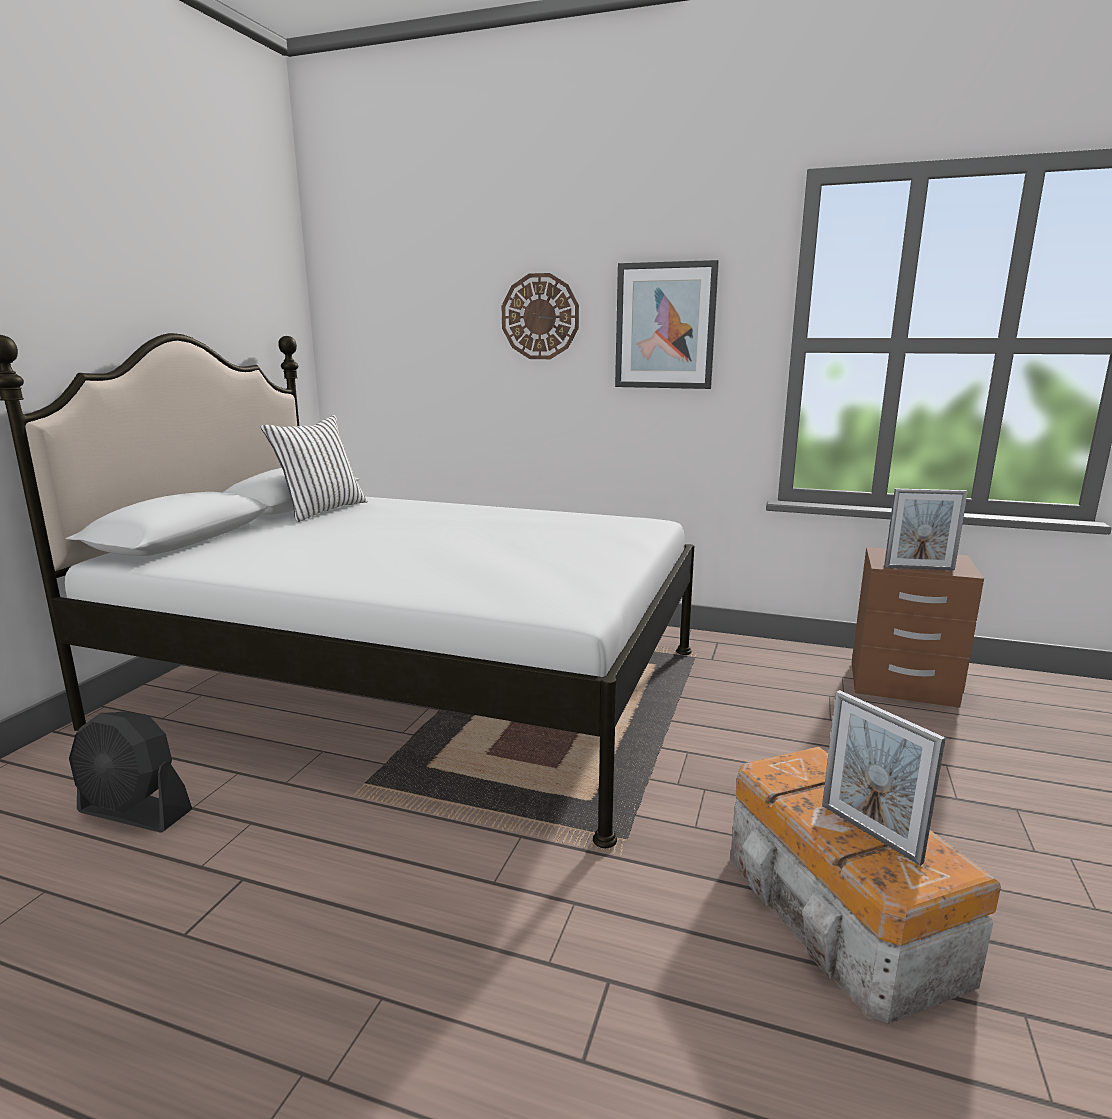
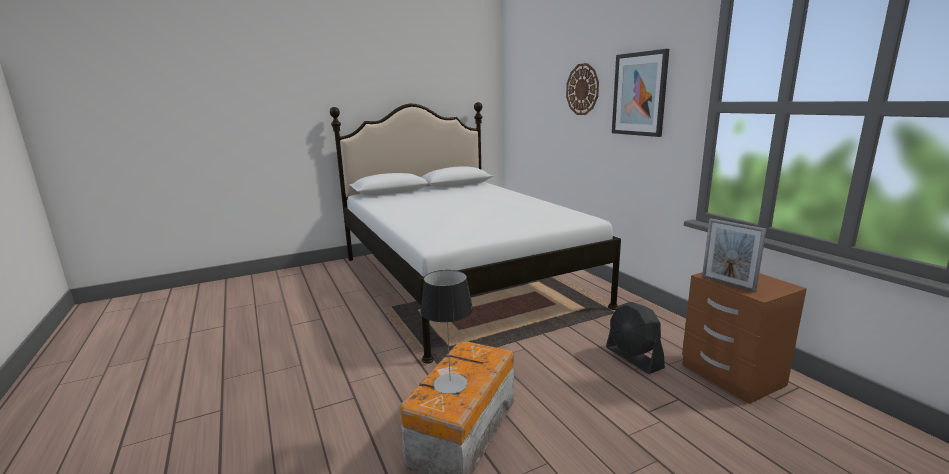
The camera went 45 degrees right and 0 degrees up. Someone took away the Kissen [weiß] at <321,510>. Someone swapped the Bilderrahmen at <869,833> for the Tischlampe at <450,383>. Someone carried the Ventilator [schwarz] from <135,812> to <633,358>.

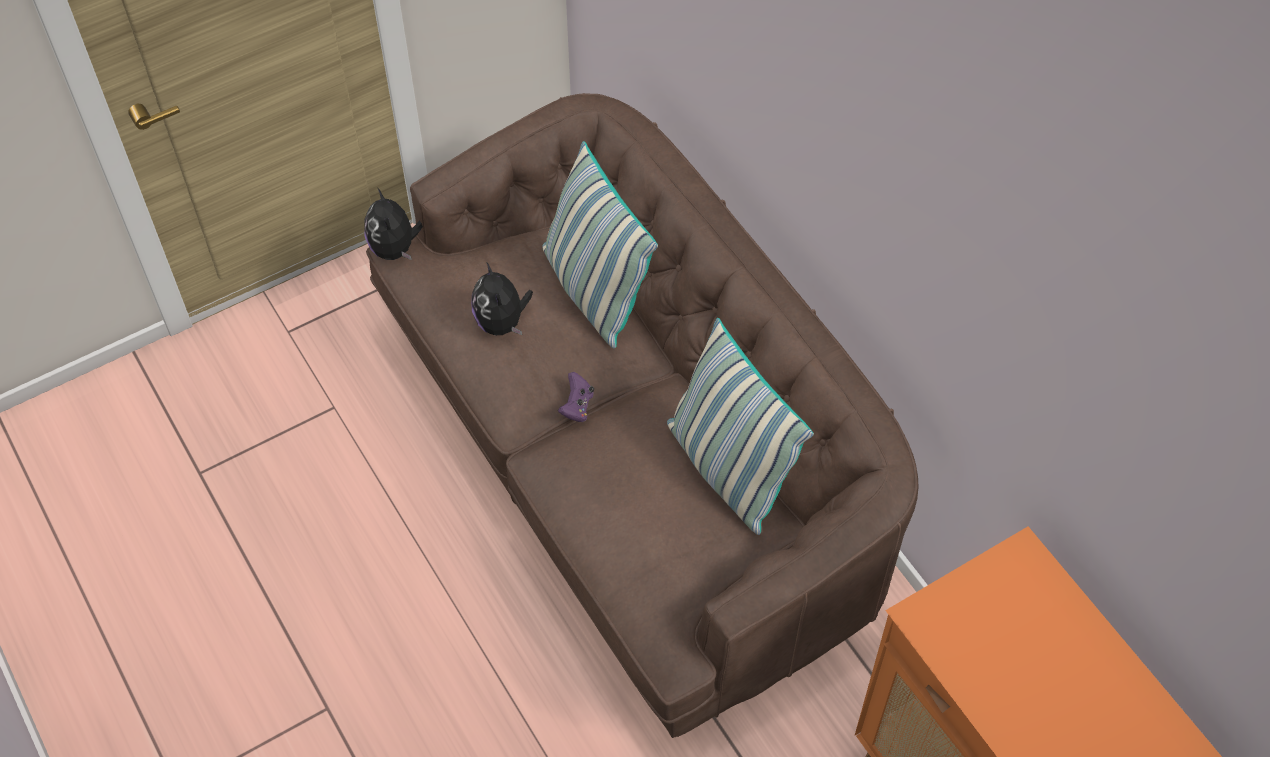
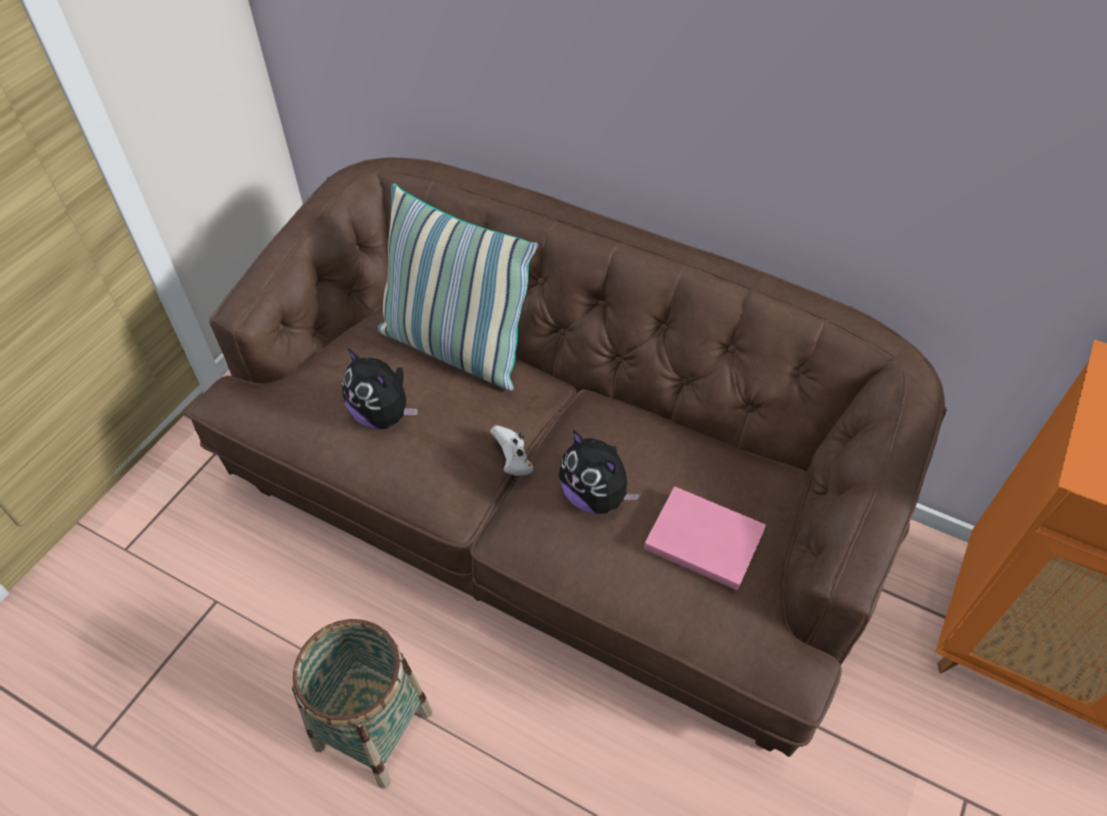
The camera went 30 degrees left and 5 degrees down. Someone carried the Plüschtier from <395,248> to <595,496>. Someone took away the Kissen at <728,469>. Someone repainted the Gamepad [lila] at <577,406>, which became the Gamepad [weiß] at <513,461>. Someone put down the Buch [rosa] at <702,537>. Someone put down the Korb at <373,728>.

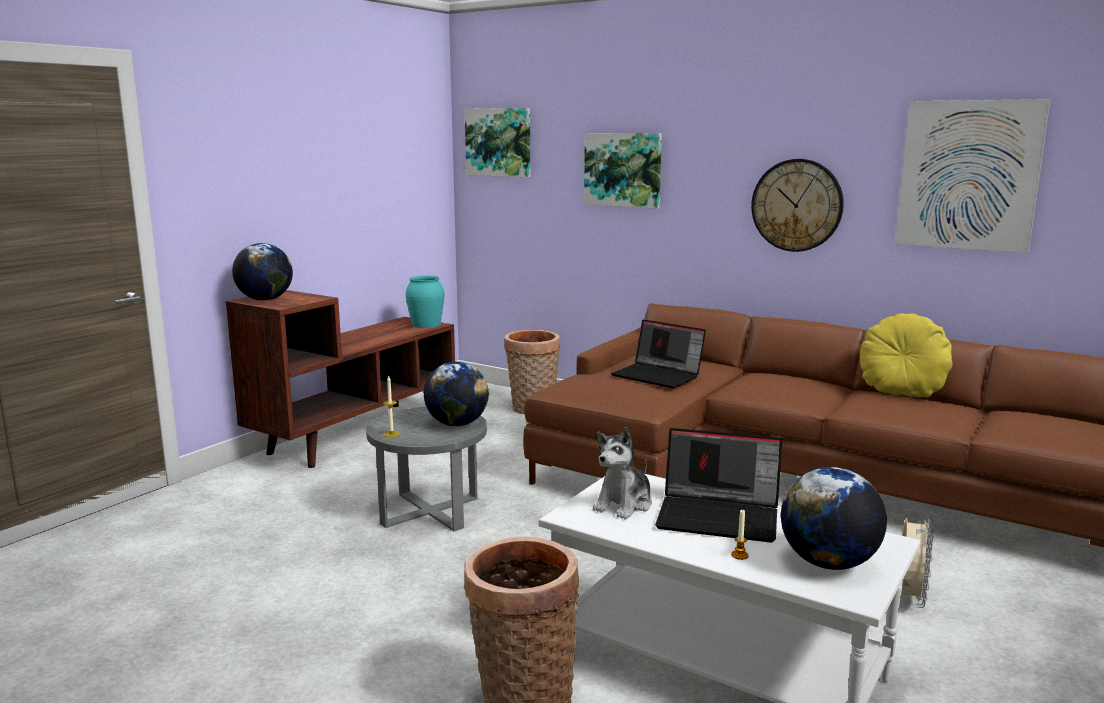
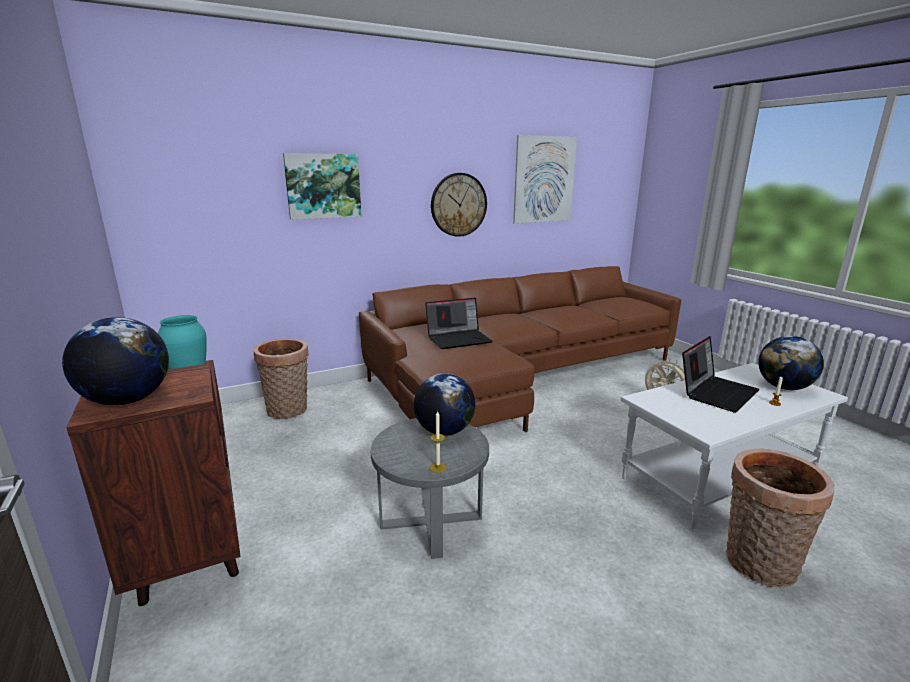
The camera went 60 degrees left and 5 degrees up. Someone took away the Bild at <499,142>. Someone took away the Kissen [gelb] at <901,393>. Someone took away the Plüschtier at <624,504>.

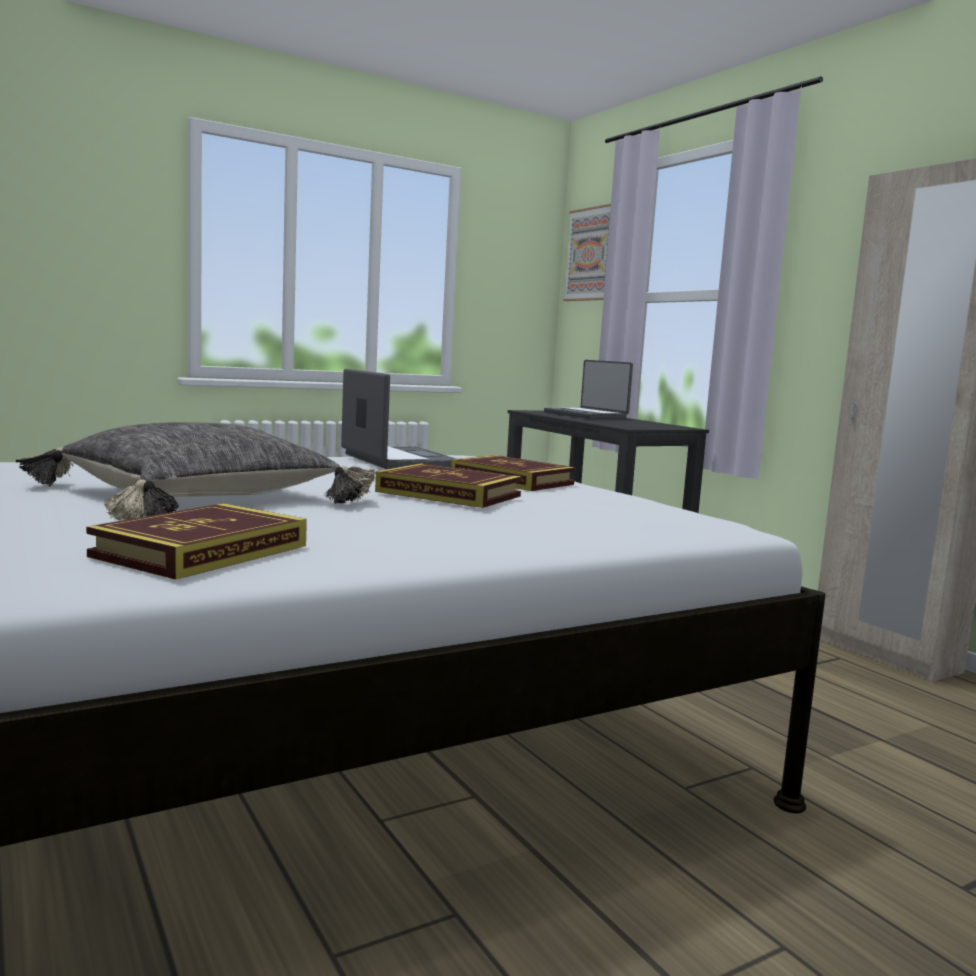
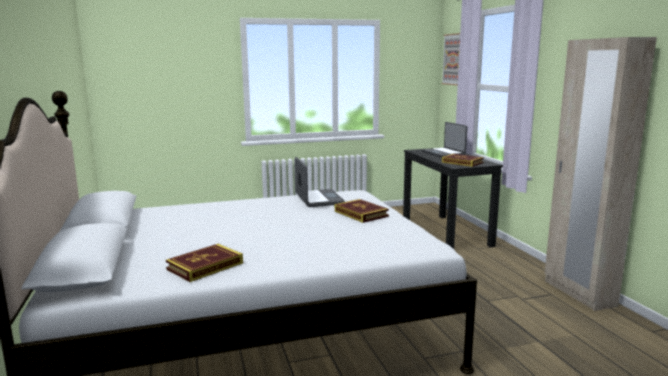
The camera went 15 degrees right and 5 degrees up. Someone took away the Kissen at <200,495>. Someone carried the Buch from <448,494> to <462,162>.

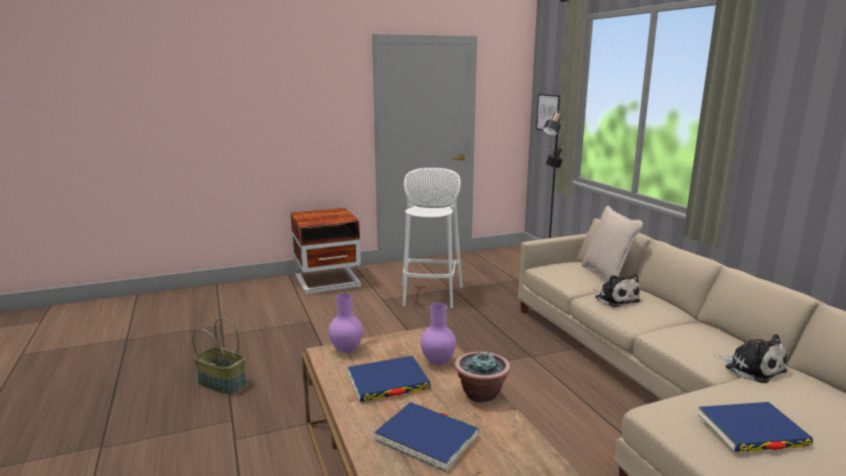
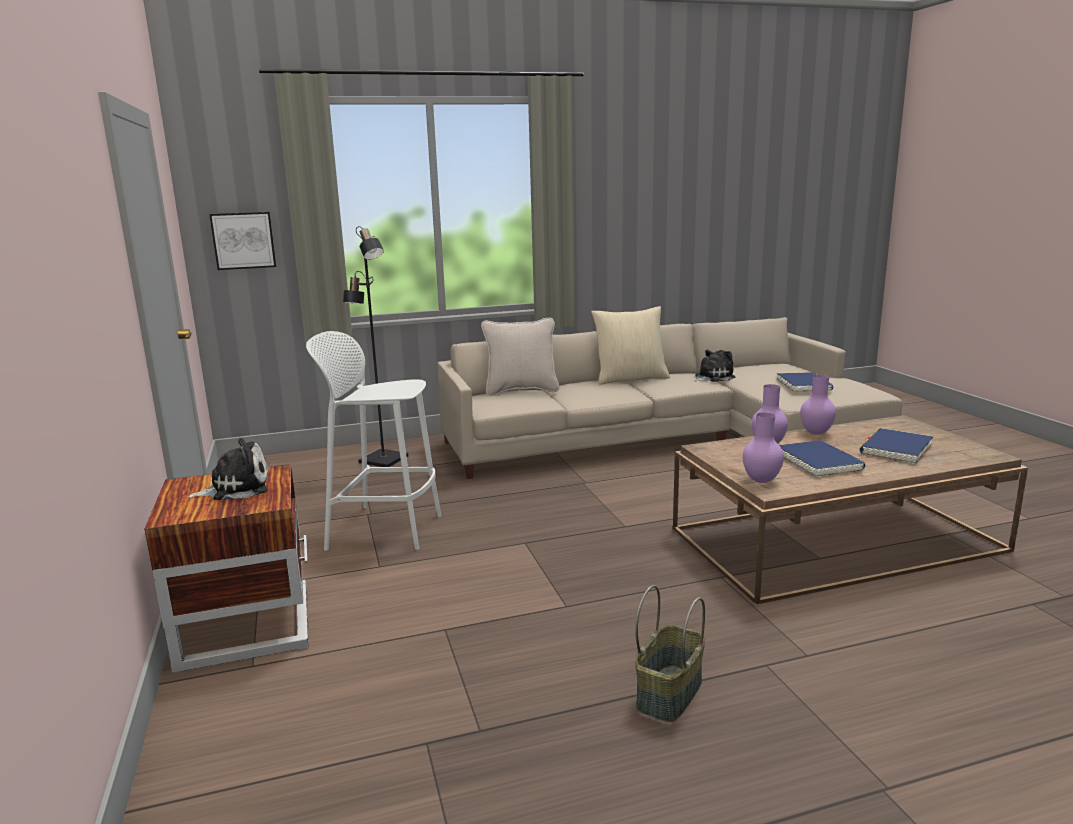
The camera went 85 degrees left and 0 degrees up. Someone carried the Plüschtier from <615,299> to <236,488>. Someone swapped the Topfpflanze at <481,394> for the Vase [lila] at <816,433>. Someone put down the Kissen [beige] at <630,378>.

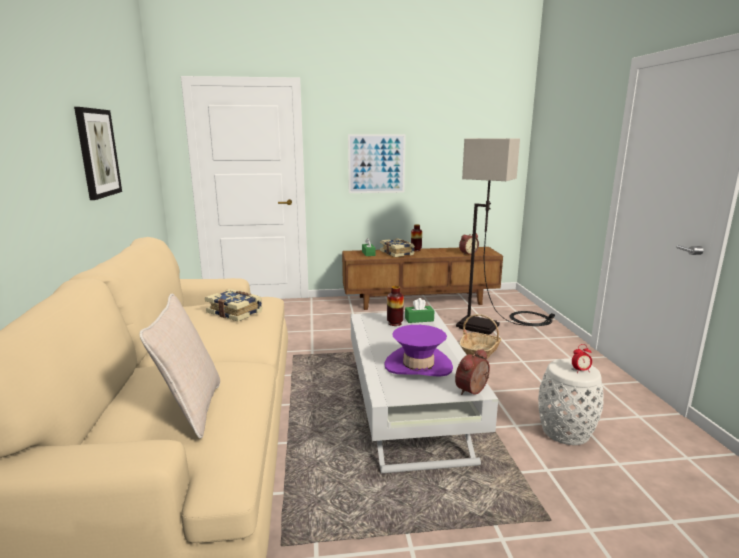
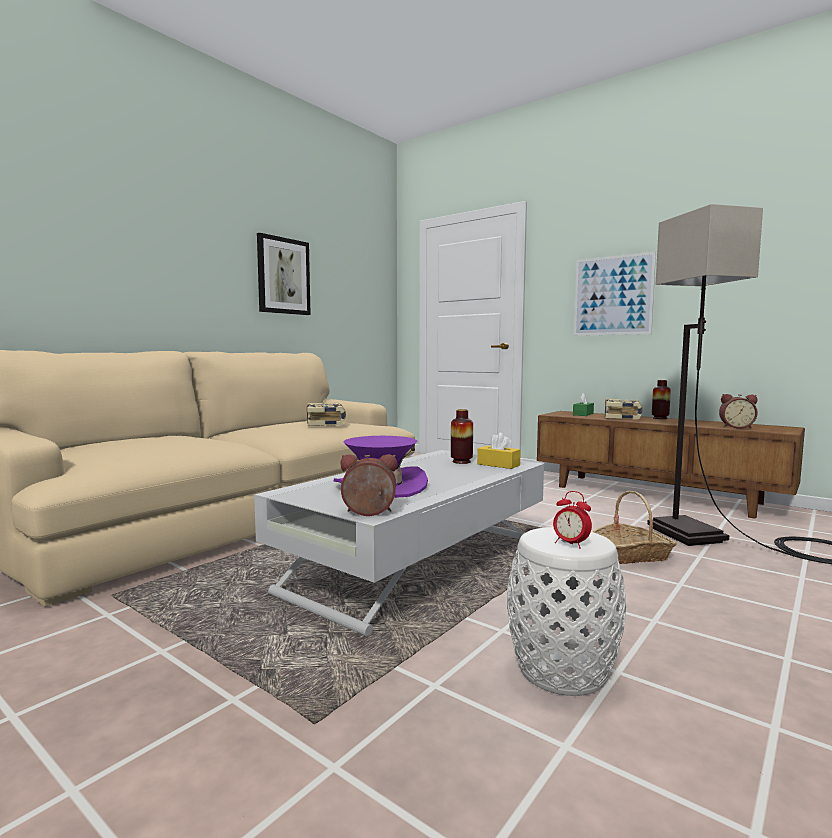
The camera went 45 degrees right and 10 degrees down. Someone took away the Kissen [beige] at <192,409>. Someone repainted the Taschentuchbox [grün] at <419,319>, which became the Taschentuchbox [gelb] at <498,465>.

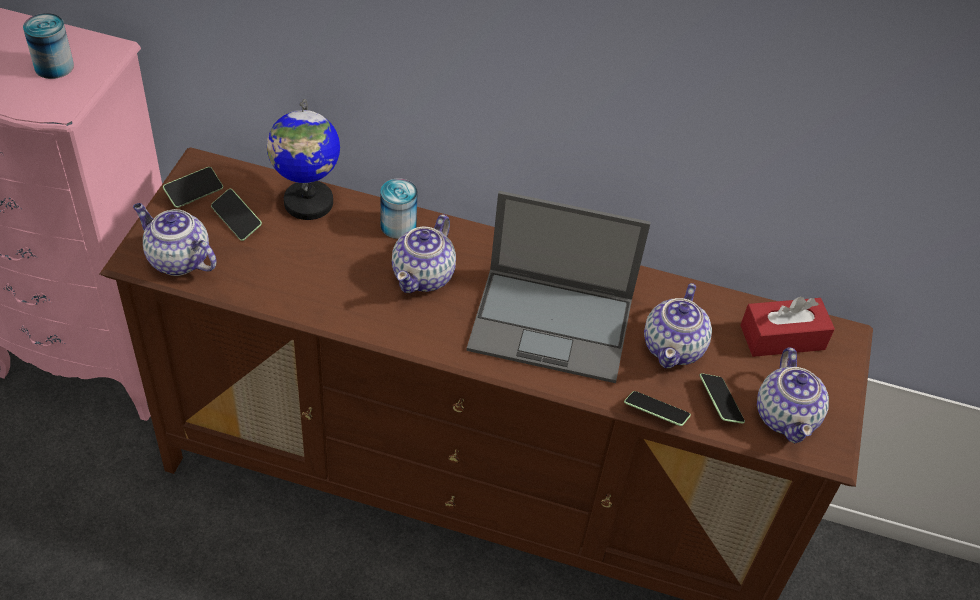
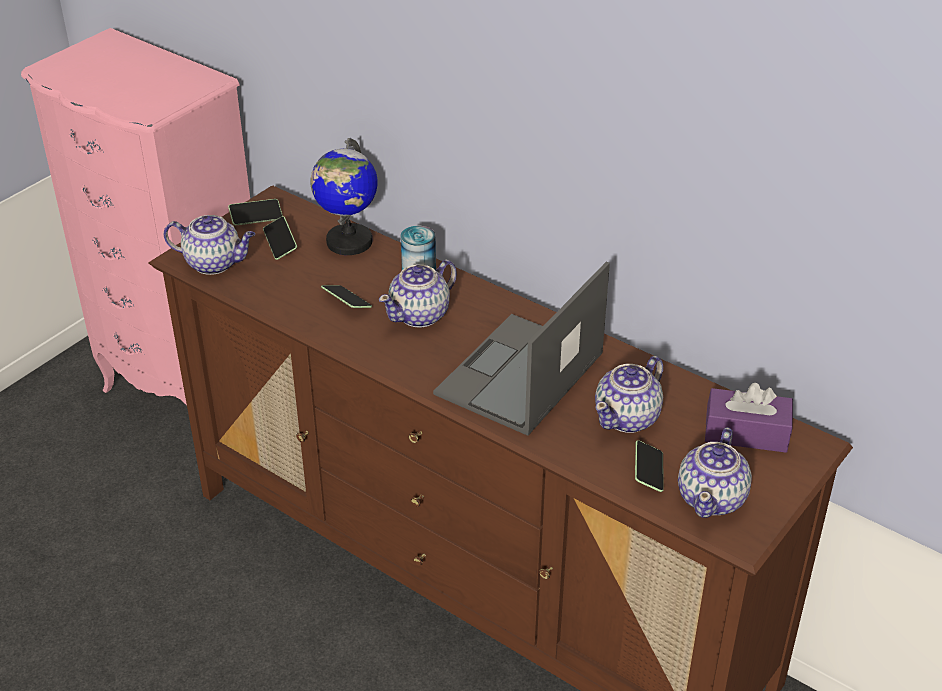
The camera went 25 degrees right and 10 degrees down. Someone took away the Dose at <54,66>. Someone rotated the Laptop at <553,324> by 90 degrees clockwise. Someone rotated the Teekanne at <177,259> by 135 degrees clockwise. Someone repainted the Taschentuchbox [rot] at <782,337>, which became the Taschentuchbox [lila] at <746,433>. Someone carried the Handy from <655,413> to <346,303>.

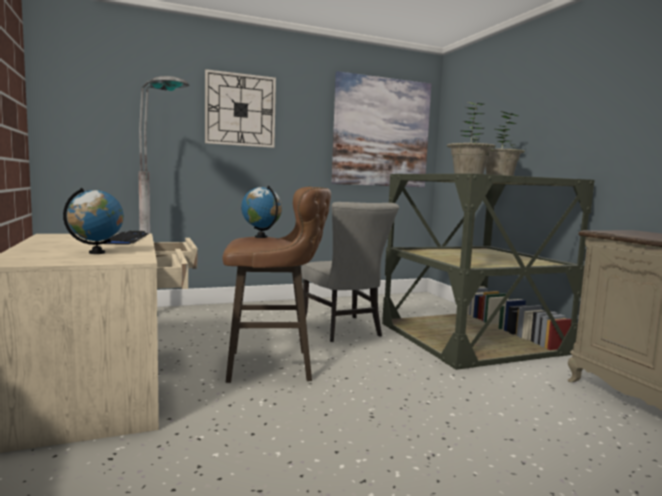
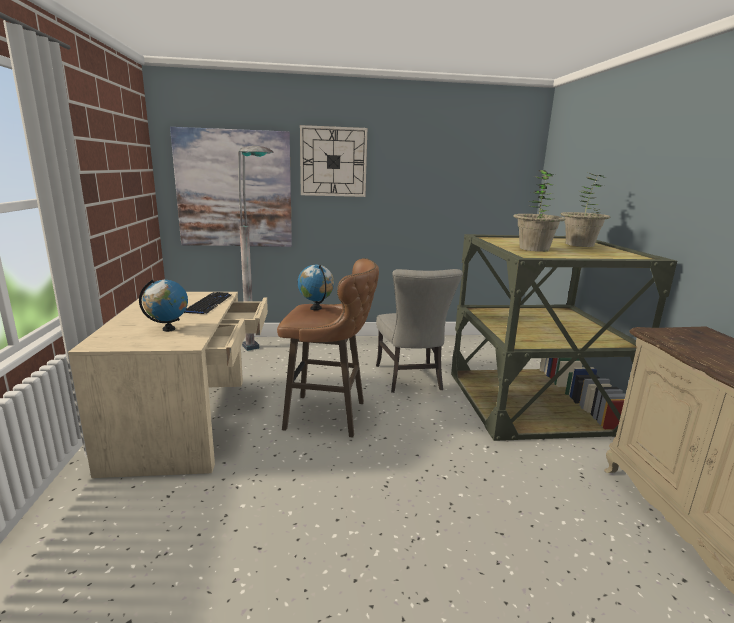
The camera went 15 degrees right and 10 degrees up. Someone carried the Bild from <381,132> to <234,189>.

